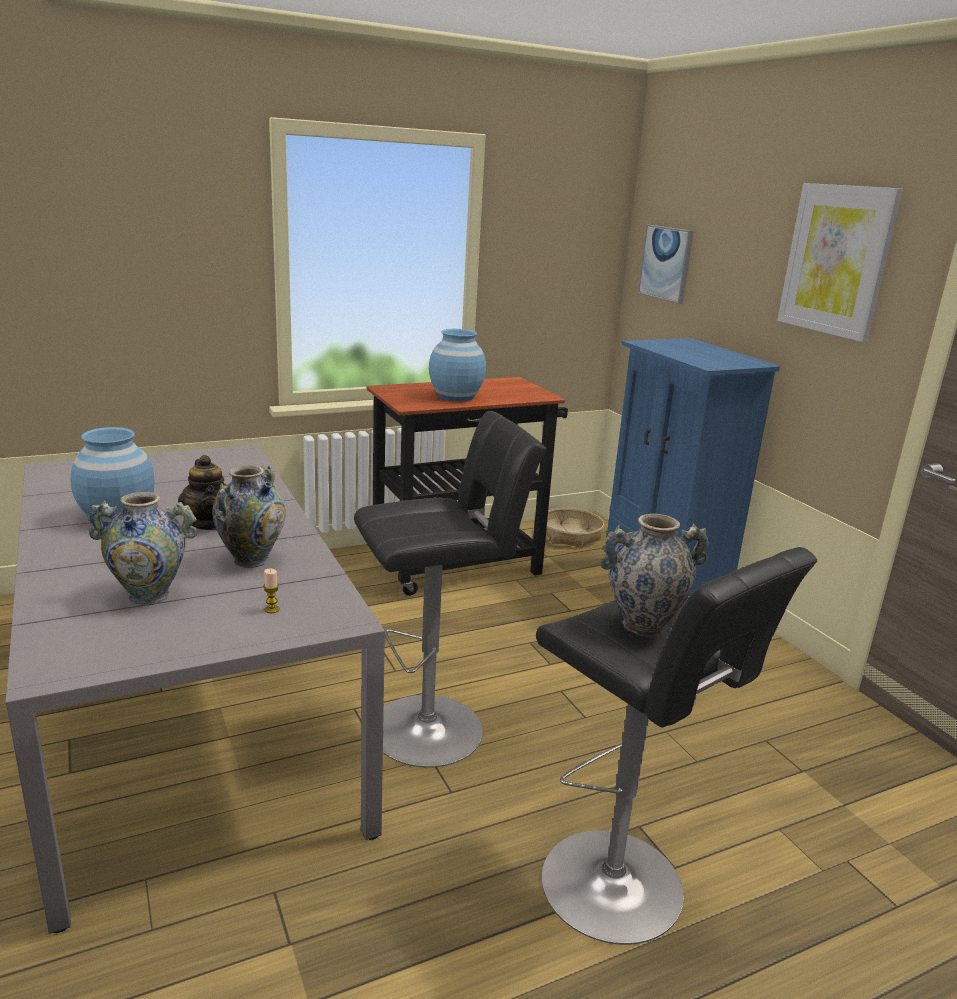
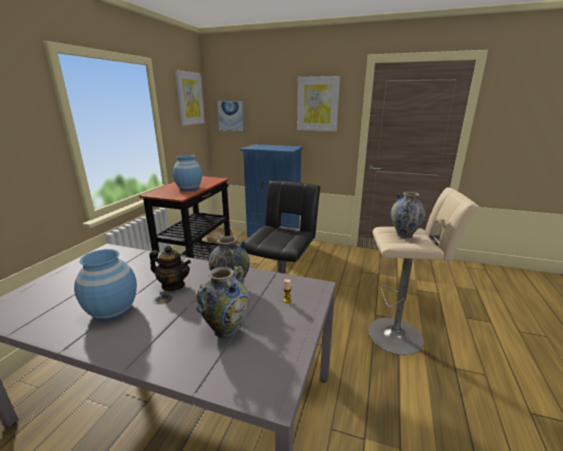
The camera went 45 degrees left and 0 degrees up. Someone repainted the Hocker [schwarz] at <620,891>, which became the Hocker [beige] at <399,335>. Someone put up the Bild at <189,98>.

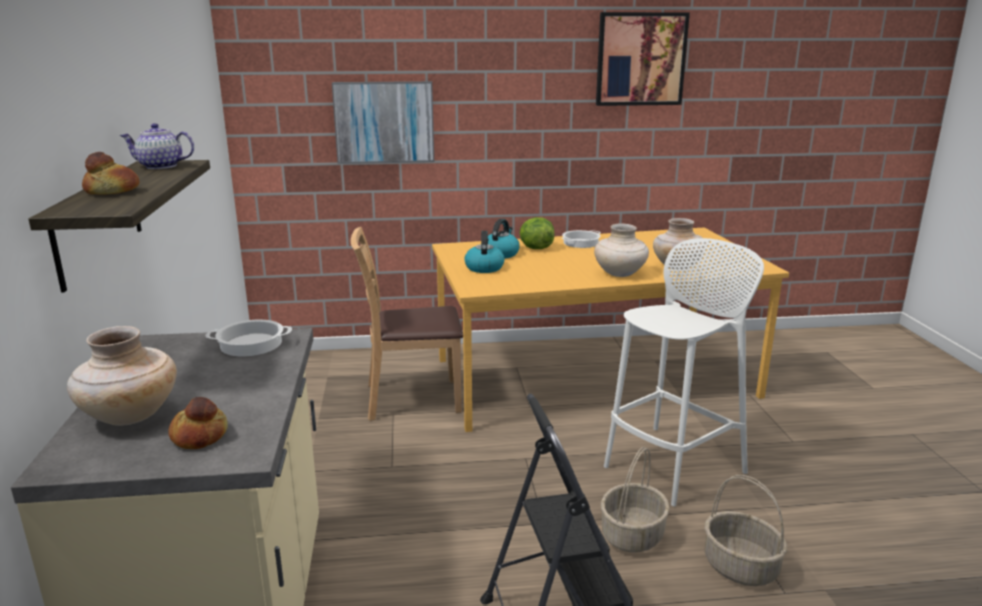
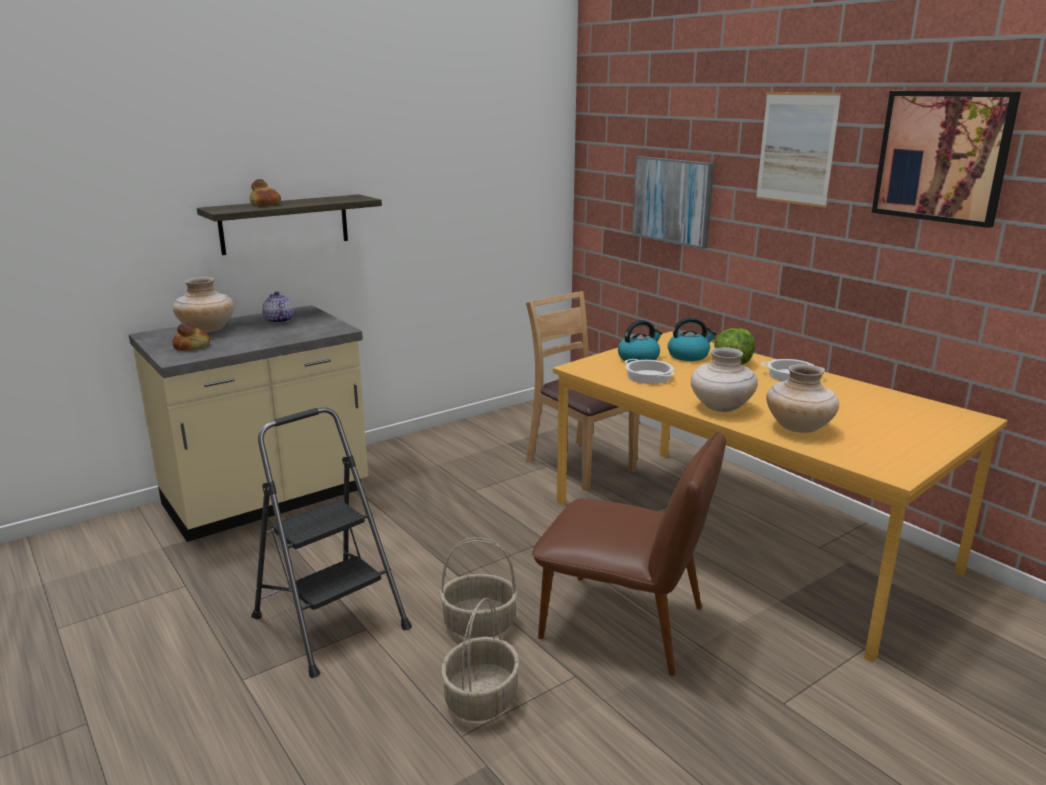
The camera went 60 degrees right and 0 degrees up. Someone carried the Teekanne from <160,166> to <278,321>. Someone swapped the Hocker [weiß] at <672,465> for the Stuhl [braun] at <622,622>. Someone carried the Kochtopf from <251,344> to <649,376>. Someone put up the Bild at <796,148>.

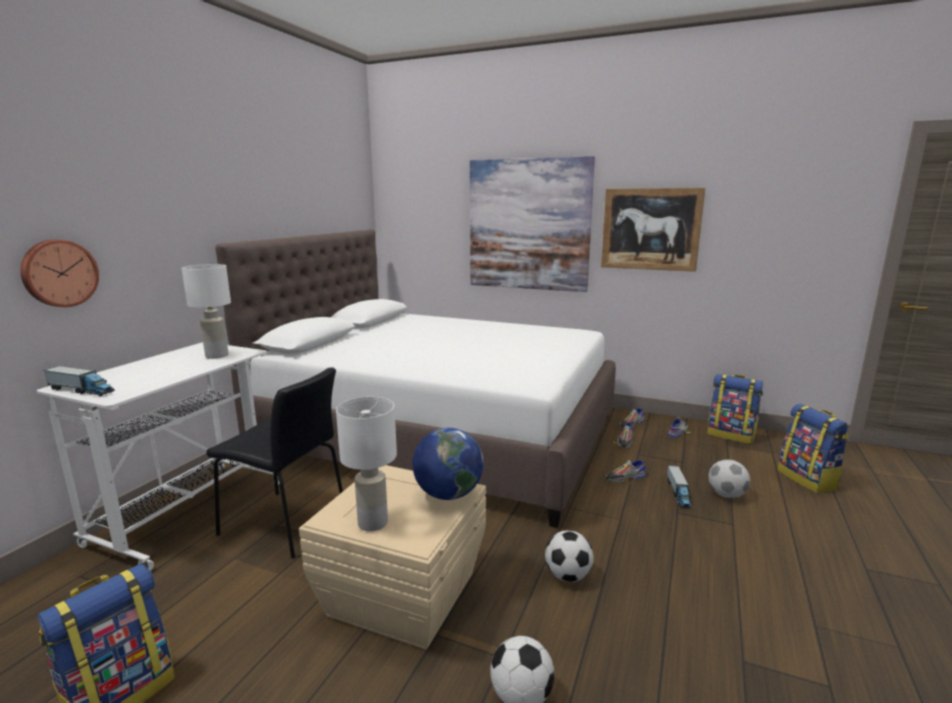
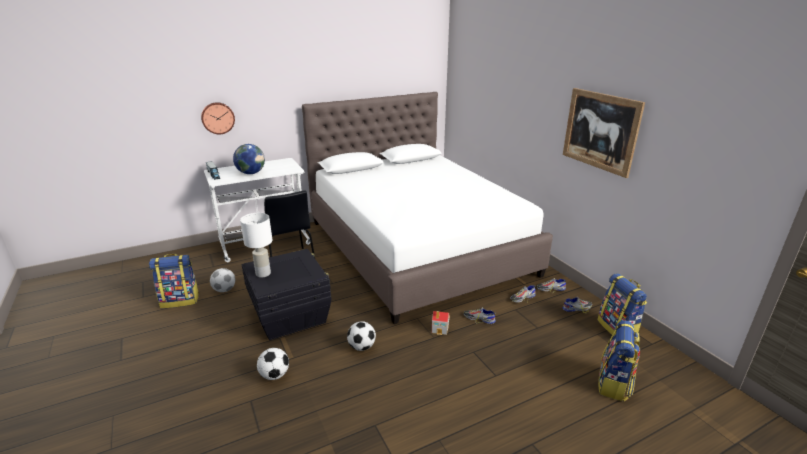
The camera went 40 degrees right and 10 degrees up. Someone took away the Bild at <528,225>. Someone took away the Tischlampe [weiß] at <216,356>. Someone carried the Globus from <448,494> to <251,173>. Someone carried the Fußball from <726,495> to <224,290>. Someone repainted the Aufbewahrungsbox [beige] at <402,592>, which became the Aufbewahrungsbox [schwarz] at <290,315>. Someone took away the Spielzeuglaster at <678,493>. Someone put down the Spielzeughaus at <440,329>.

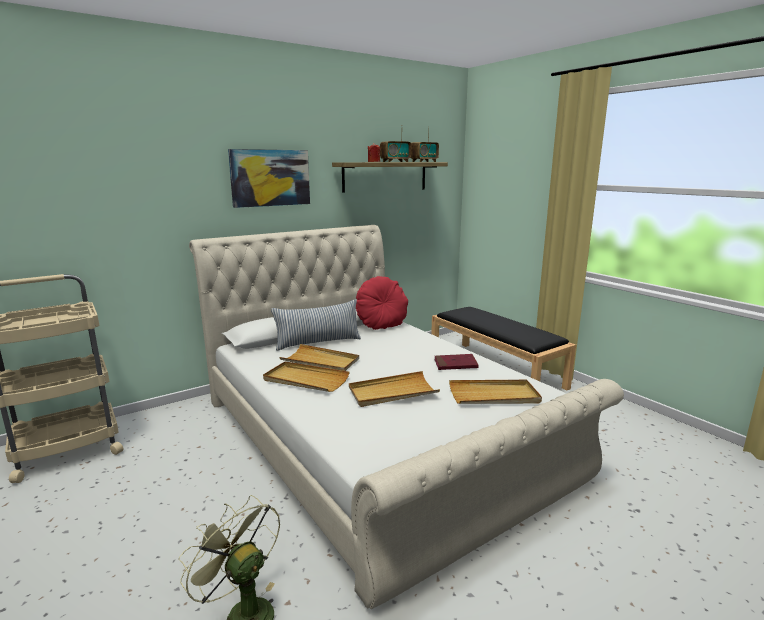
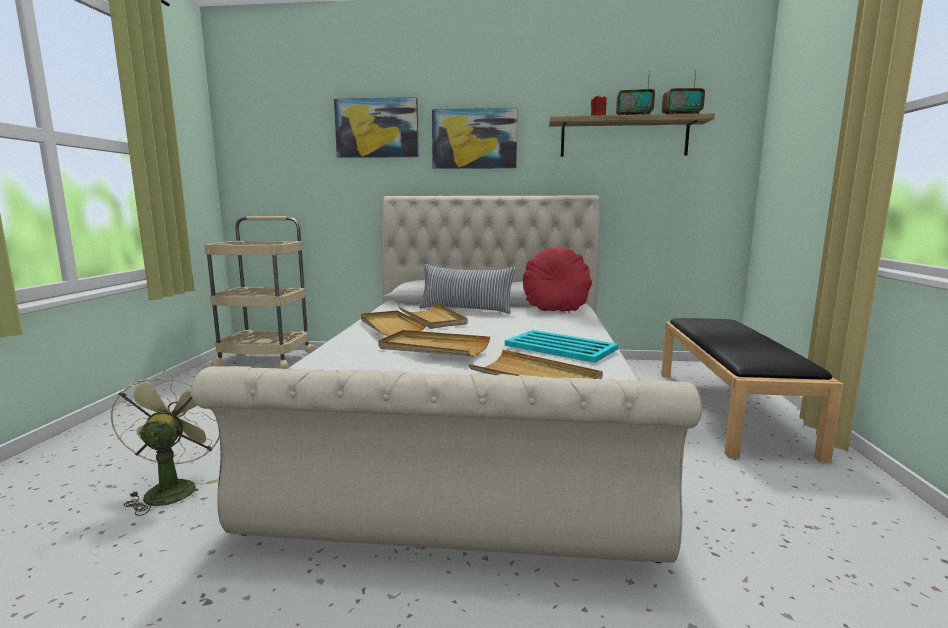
The camera went 40 degrees right and 5 degrees down. Someone swapped the Buch [rot] at <455,364> for the Tablett [türkis] at <559,347>. Someone put up the Bild at <377,128>.

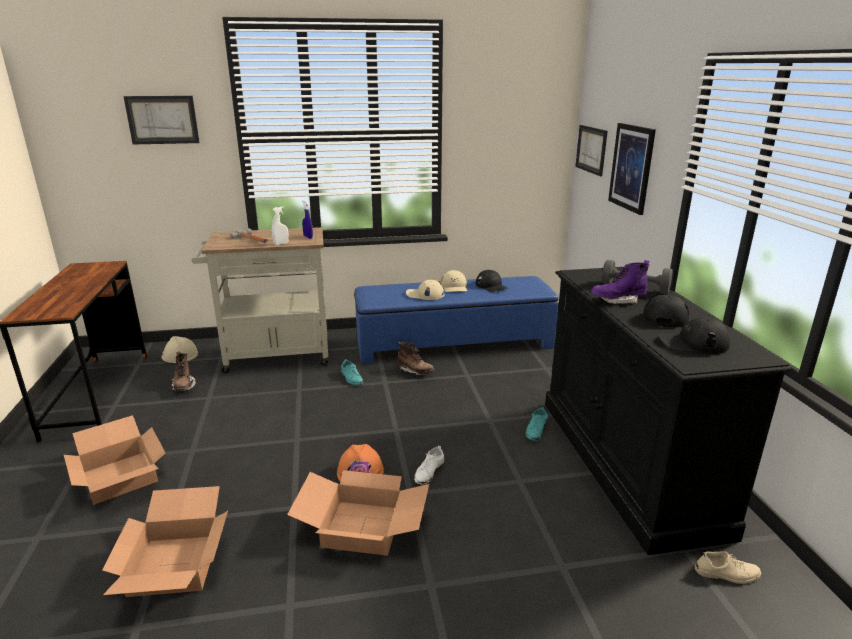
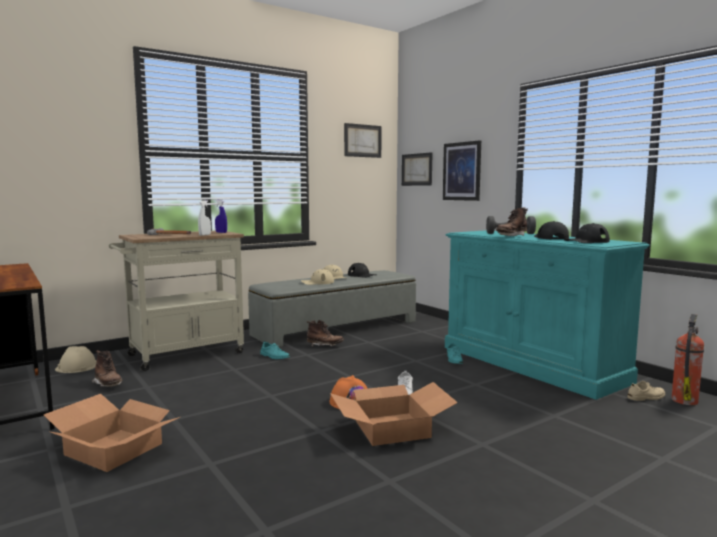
The camera went 25 degrees left and 15 degrees down. Someone carried the Bild from <162,120> to <362,140>. Someone repainted the Stiefel [lila] at <617,300>, which became the Stiefel [braun] at <511,236>. Someone repainted the Schrank [schwarz] at <626,463>, which became the Schrank [türkis] at <531,364>. Someone repainted the Bank [blau] at <454,342>, which became the Bank [grau] at <336,328>. Someone took away the Karton at <173,563>. Someone put down the Feuerlöscher at <684,400>.

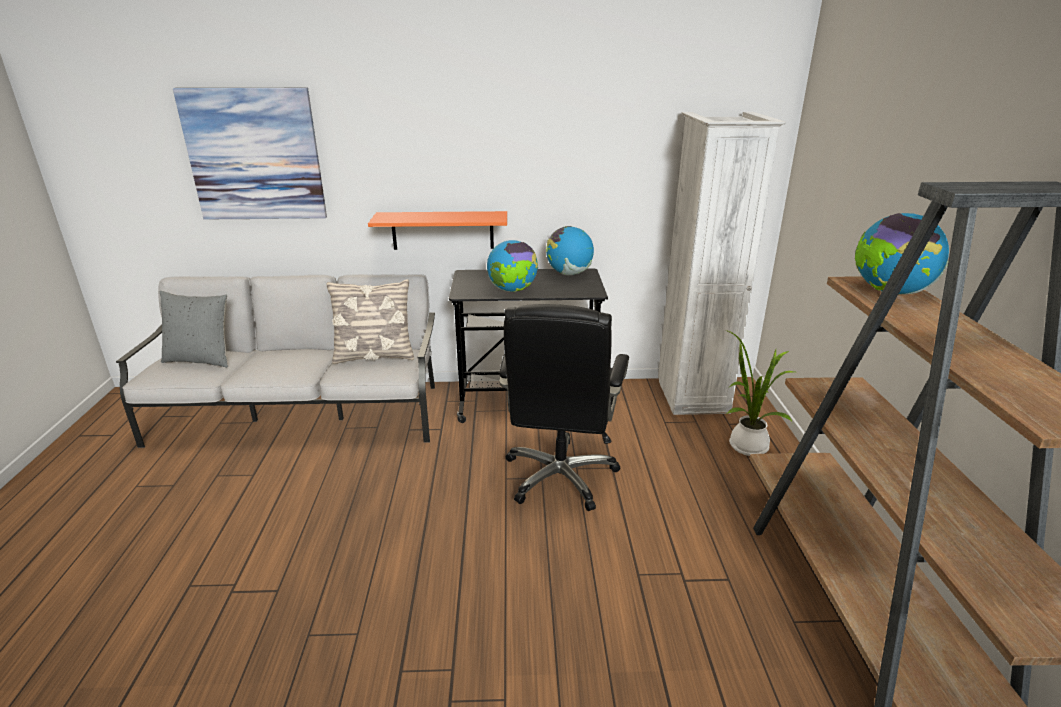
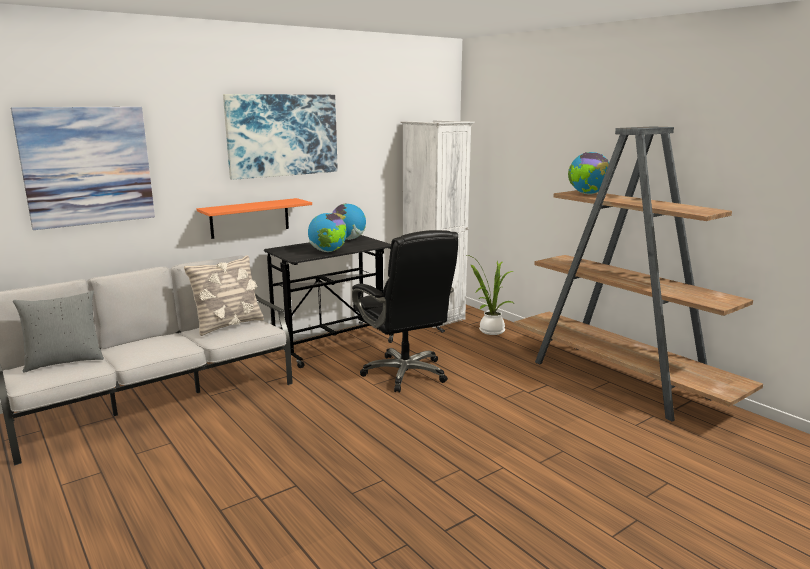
The camera went 35 degrees left and 10 degrees down. Someone put up the Bild at <283,135>.

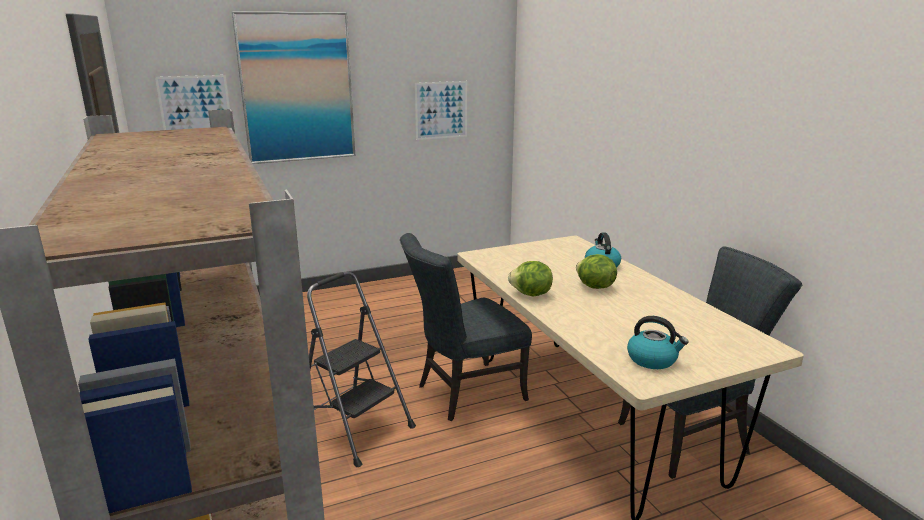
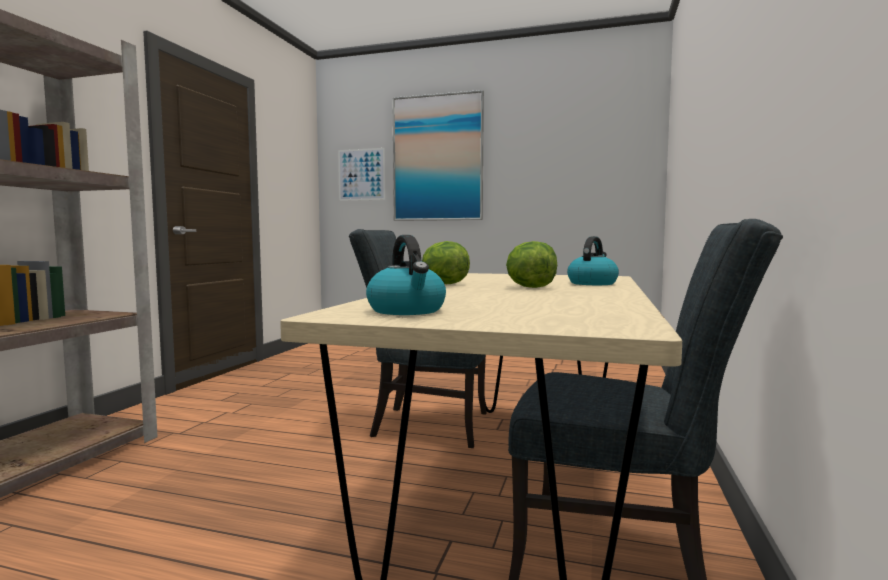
The camera went 40 degrees right and 15 degrees down. Someone took away the Bild at <441,110>. Someone took away the Trittleiter [schwarz] at <353,426>.

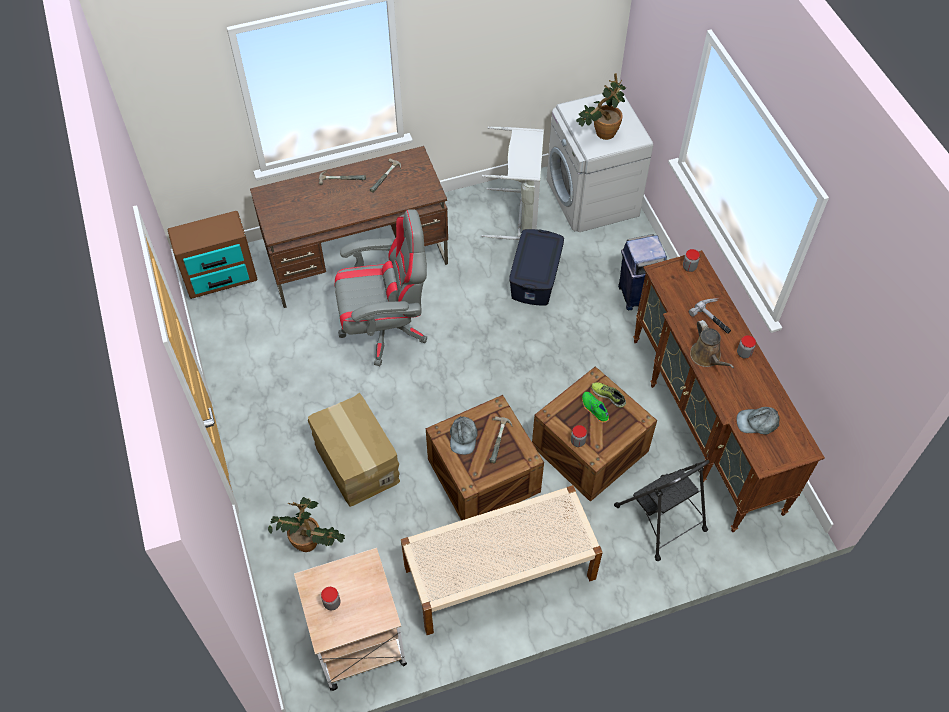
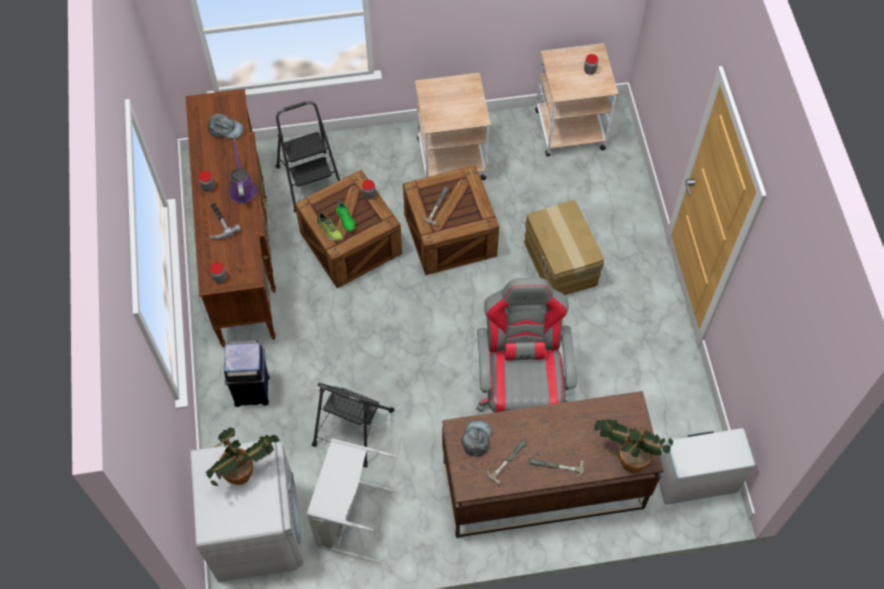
The camera went 170 degrees left and 5 degrees up. Someone rotated the Bürostuhl [grau] at <385,328> by 90 degrees clockwise. Someone repainted the Nachttisch [braun] at <222,281>, which became the Nachttisch [weiß] at <694,481>. Someone swapped the Aufbewahrungsbox [blau] at <536,277> for the Trittleiter [schwarz] at <351,429>. Someone repainted the Gießkanne [braun] at <707,357>, which became the Gießkanne [lila] at <242,189>. Someone carried the Kappe [grau] from <463,437> to <476,439>. Someone swapped the Bank [beige] at <500,574> for the Rollwagen [beige] at <452,158>. Someone carried the Topfpflanze from <311,545> to <627,458>.

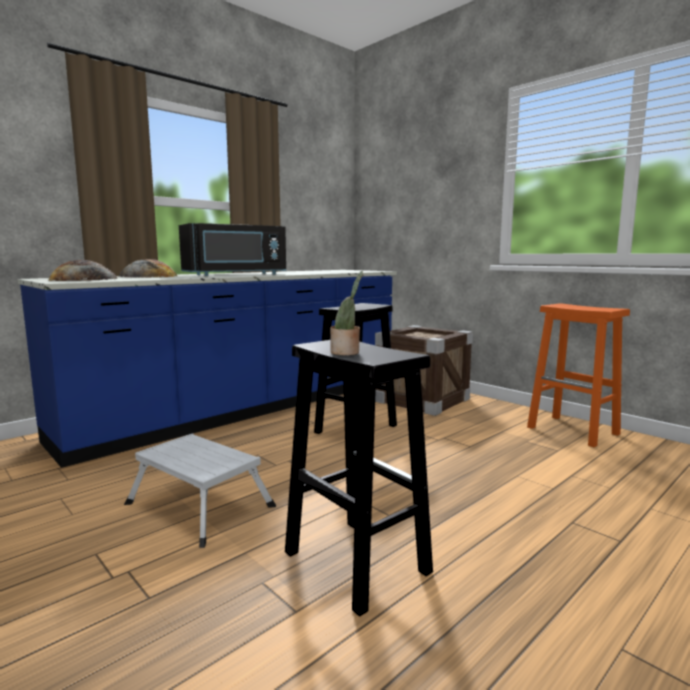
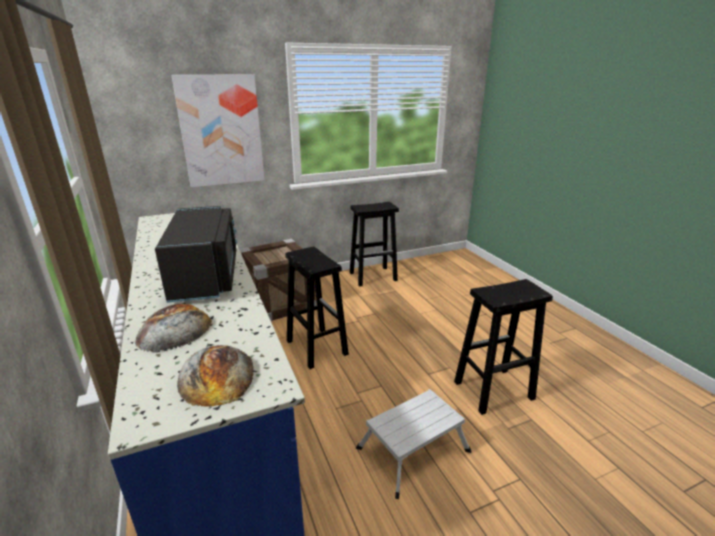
The camera went 70 degrees left and 15 degrees up. Someone took away the Topfpflanze at <346,352>. Someone repainted the Hocker [orange] at <574,431>, which became the Hocker [schwarz] at <373,276>. Someone put up the Bild at <221,131>.

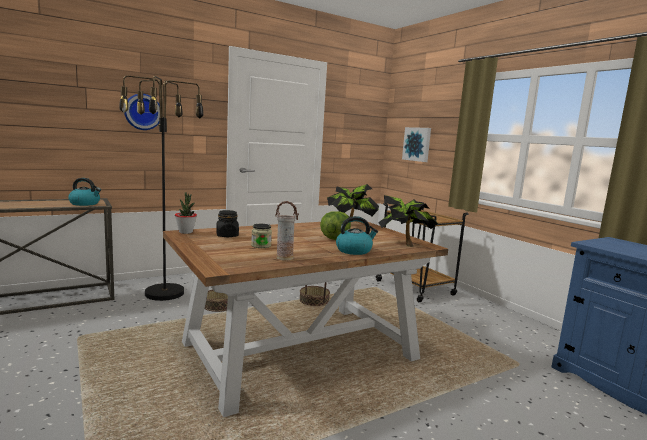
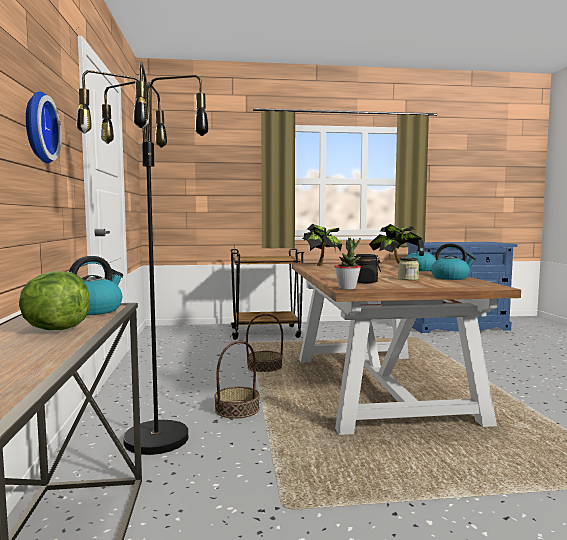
The camera went 65 degrees left and 5 degrees down. Someone took away the Bild at <417,144>. Someone swapped the Vase at <284,258> for the Wasserkessel at <450,278>. Someone carried the Salatkopf from <334,239> to <55,329>.

